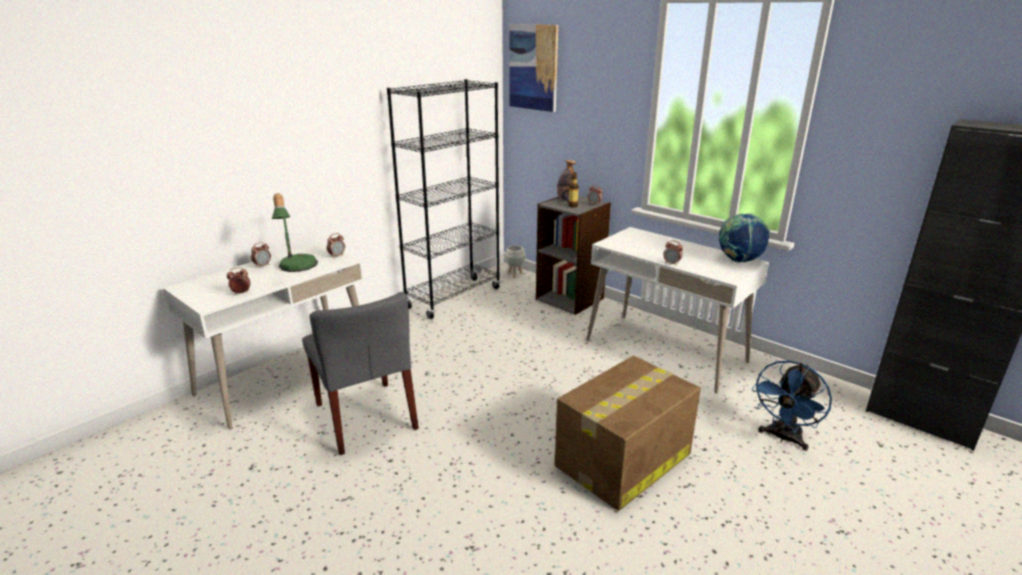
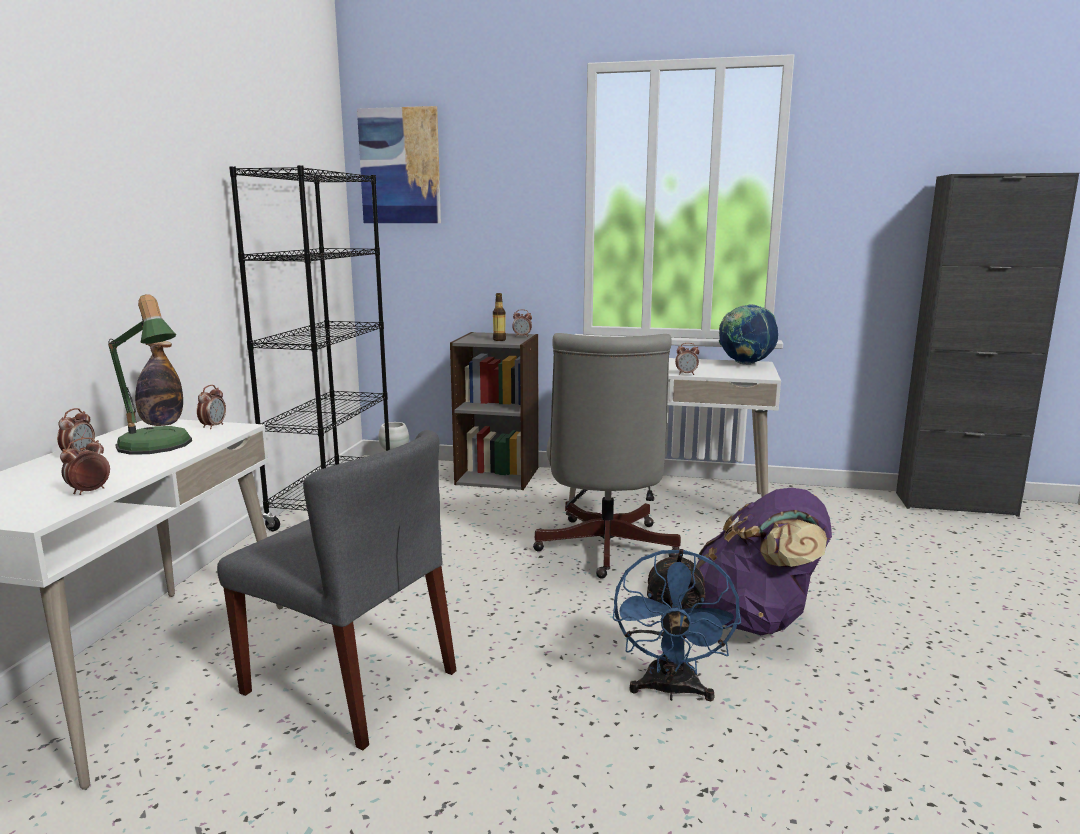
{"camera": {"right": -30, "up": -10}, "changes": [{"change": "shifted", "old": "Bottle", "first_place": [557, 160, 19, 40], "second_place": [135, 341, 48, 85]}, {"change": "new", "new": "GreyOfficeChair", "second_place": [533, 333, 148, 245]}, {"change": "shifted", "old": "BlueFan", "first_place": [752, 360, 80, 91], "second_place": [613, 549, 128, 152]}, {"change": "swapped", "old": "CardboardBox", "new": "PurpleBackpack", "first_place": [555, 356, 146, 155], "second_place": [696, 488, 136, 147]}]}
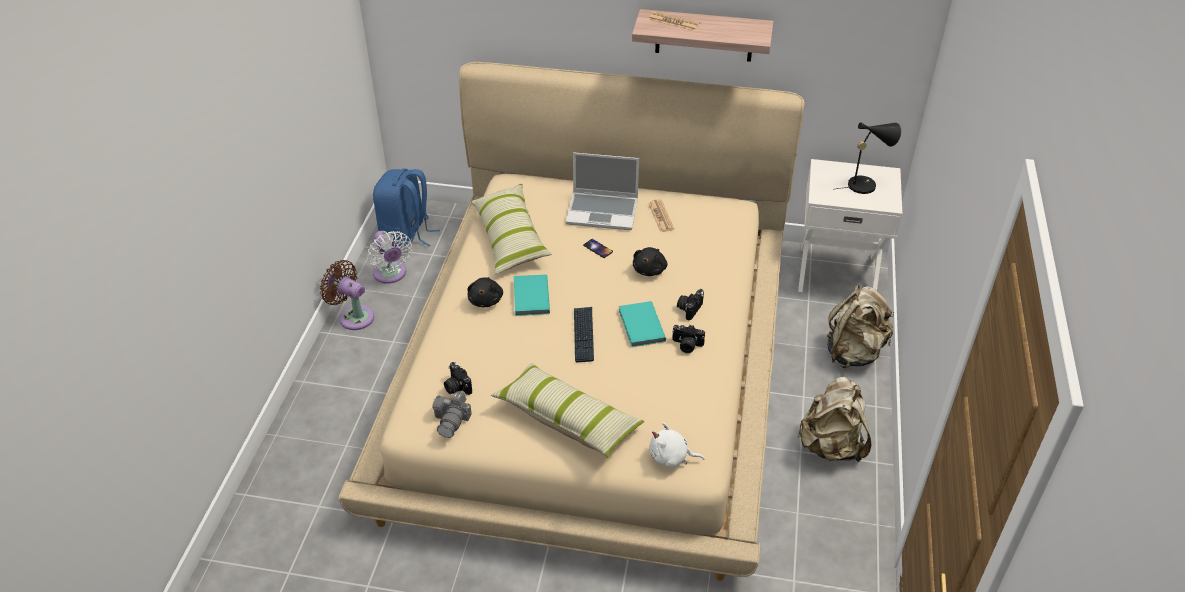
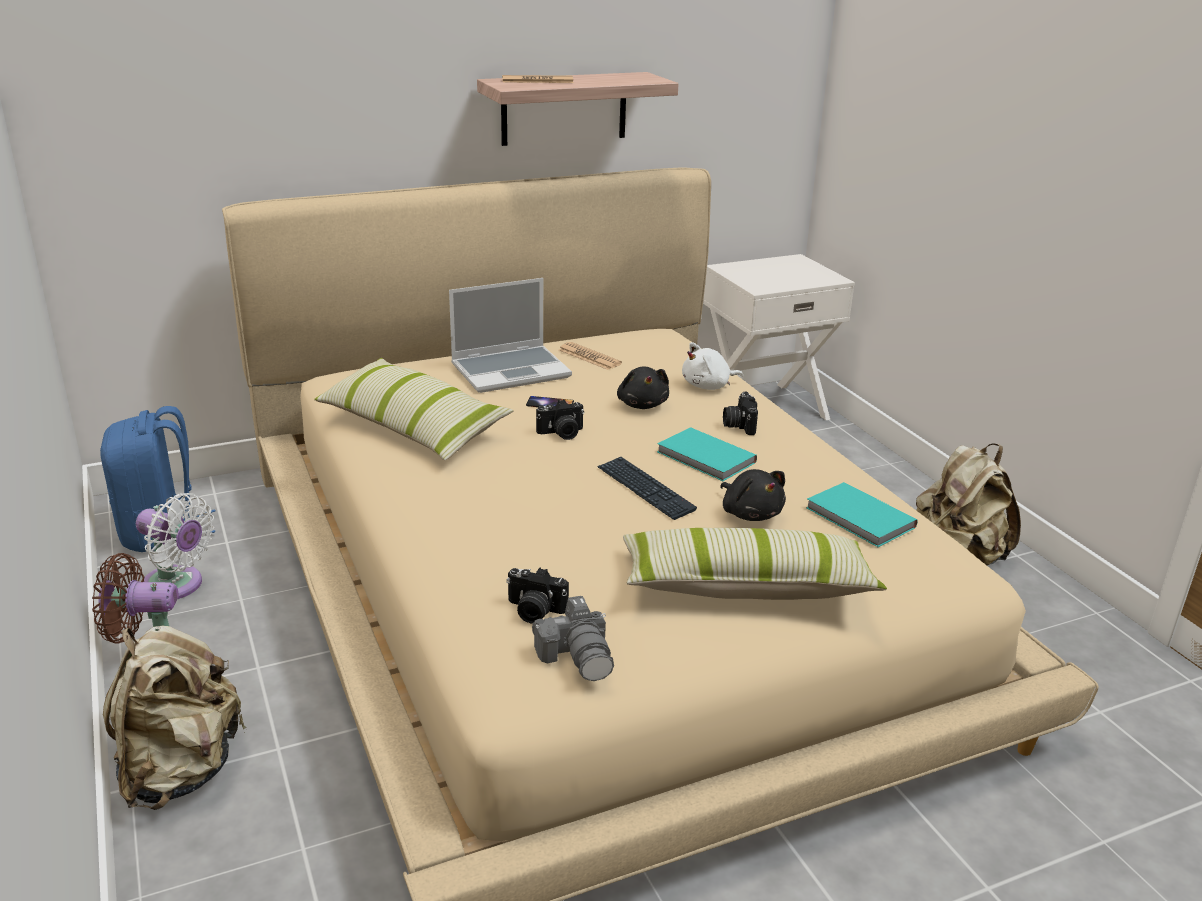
{"camera": {"right": -35, "up": -15}, "changes": [{"change": "shifted", "old": "BeigeBackpack", "first_place": [827, 285, 67, 83], "second_place": [103, 626, 143, 184]}, {"change": "shifted", "old": "PhotoCamera", "first_place": [672, 325, 33, 28], "second_place": [536, 399, 48, 41]}, {"change": "shifted", "old": "WhitePlushToy", "first_place": [649, 422, 55, 45], "second_place": [682, 342, 61, 48]}, {"change": "shifted", "old": "BlackPlushToy", "first_place": [467, 277, 36, 30], "second_place": [720, 469, 66, 52]}, {"change": "shifted", "old": "TurquoiseBook", "first_place": [514, 274, 36, 42], "second_place": [806, 482, 112, 65]}, {"change": "gone", "old": "BlackTableLamp", "first_place": [837, 122, 64, 72]}]}
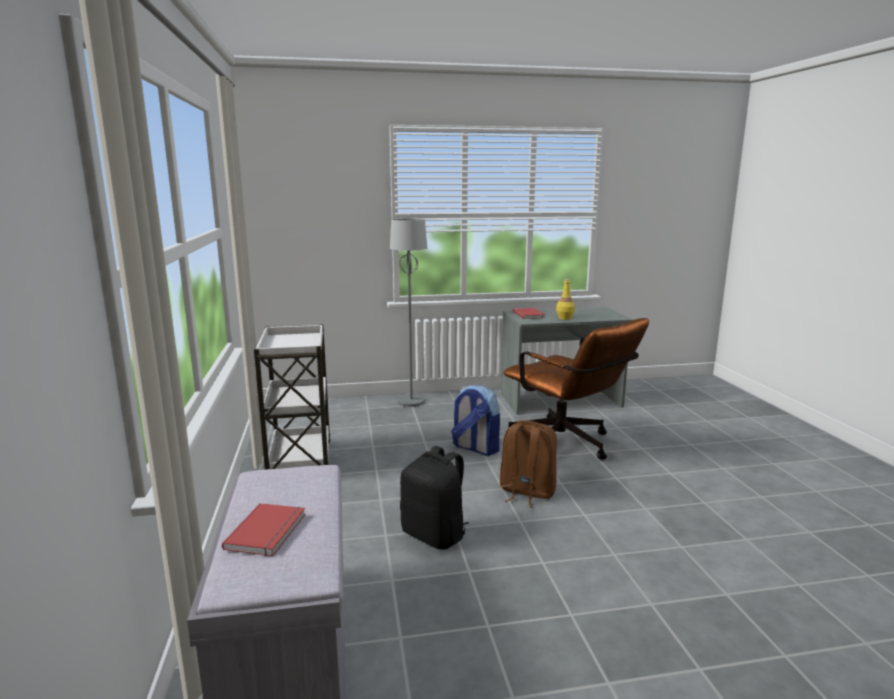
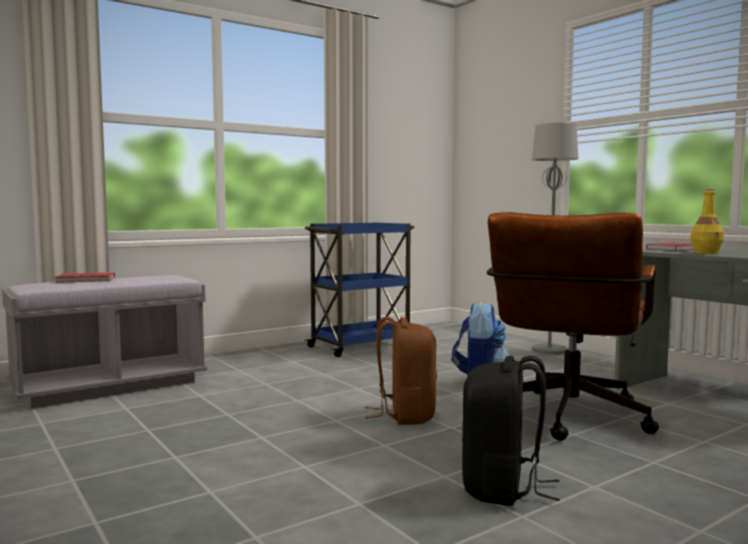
{"camera": {"right": 65, "up": -10}, "changes": [{"change": "repainted", "old": "WhiteCart", "new": "BlueCart", "first_place": [254, 324, 76, 146], "second_place": [305, 222, 110, 135]}, {"change": "shifted", "old": "BlackBackpack", "first_place": [400, 446, 69, 104], "second_place": [462, 355, 98, 151]}]}
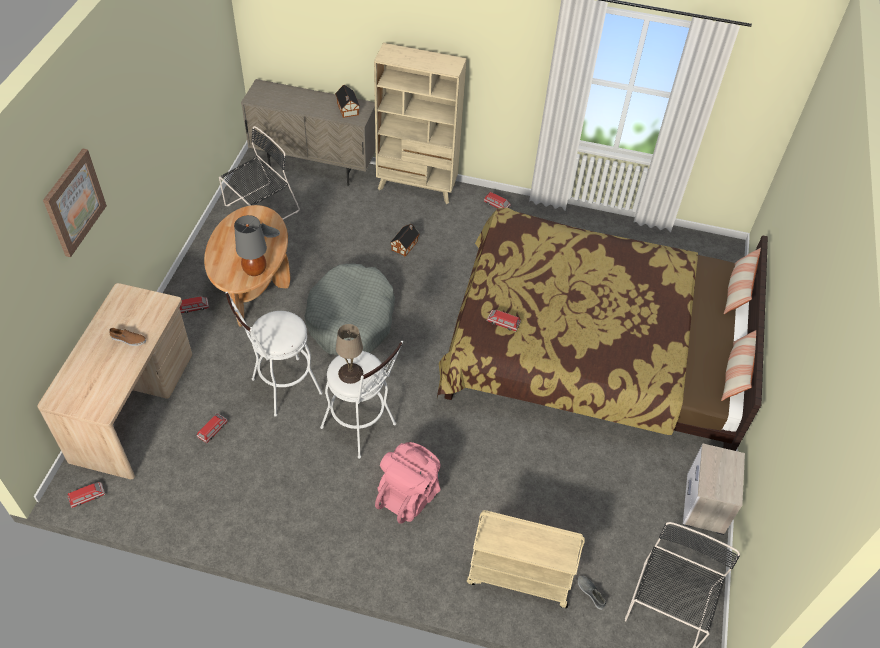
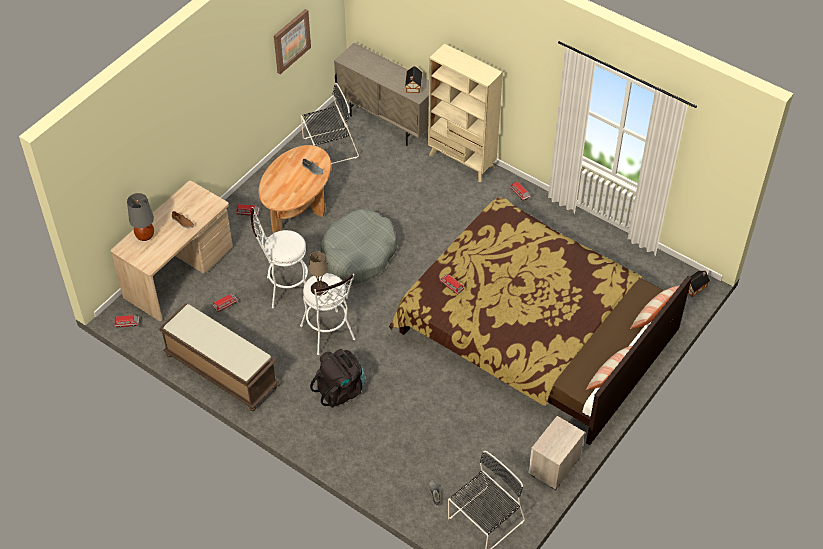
{"camera": {"right": 25, "up": 0}, "changes": [{"change": "shifted", "old": "GreyTableLamp", "first_place": [234, 215, 33, 61], "second_place": [127, 193, 27, 48]}, {"change": "new", "new": "BrownBench", "second_place": [158, 303, 121, 108]}, {"change": "shifted", "old": "Picture", "first_place": [43, 149, 64, 108], "second_place": [274, 9, 37, 65]}, {"change": "repainted", "old": "PinkBackpack", "new": "BlackBackpack", "first_place": [375, 442, 65, 82], "second_place": [310, 349, 55, 59]}, {"change": "shifted", "old": "ToyHouse", "first_place": [390, 224, 30, 33], "second_place": [688, 271, 22, 26]}, {"change": "gone", "old": "BeigeCart", "first_place": [467, 510, 118, 98]}]}
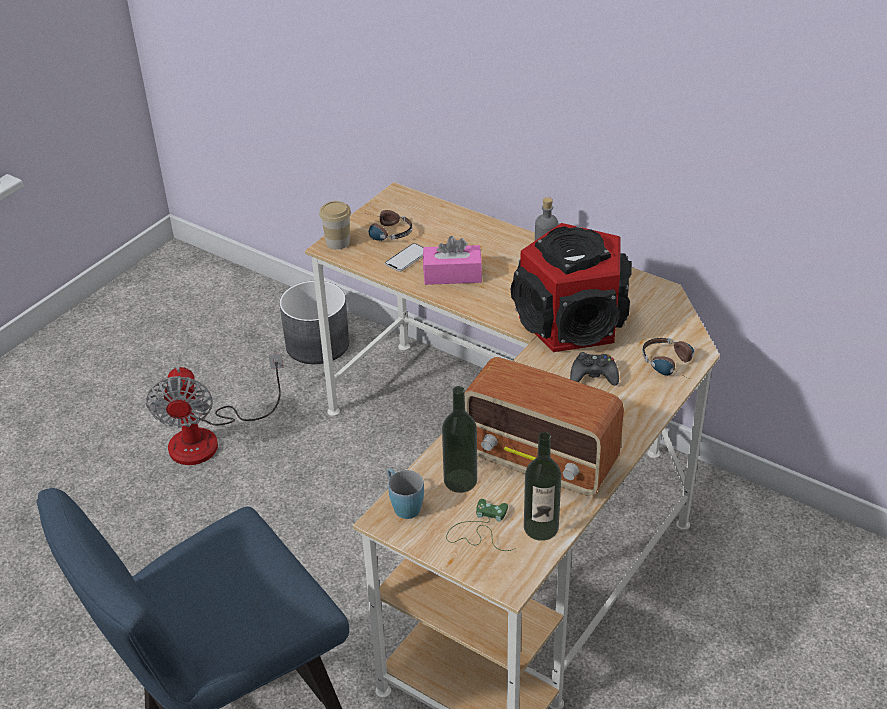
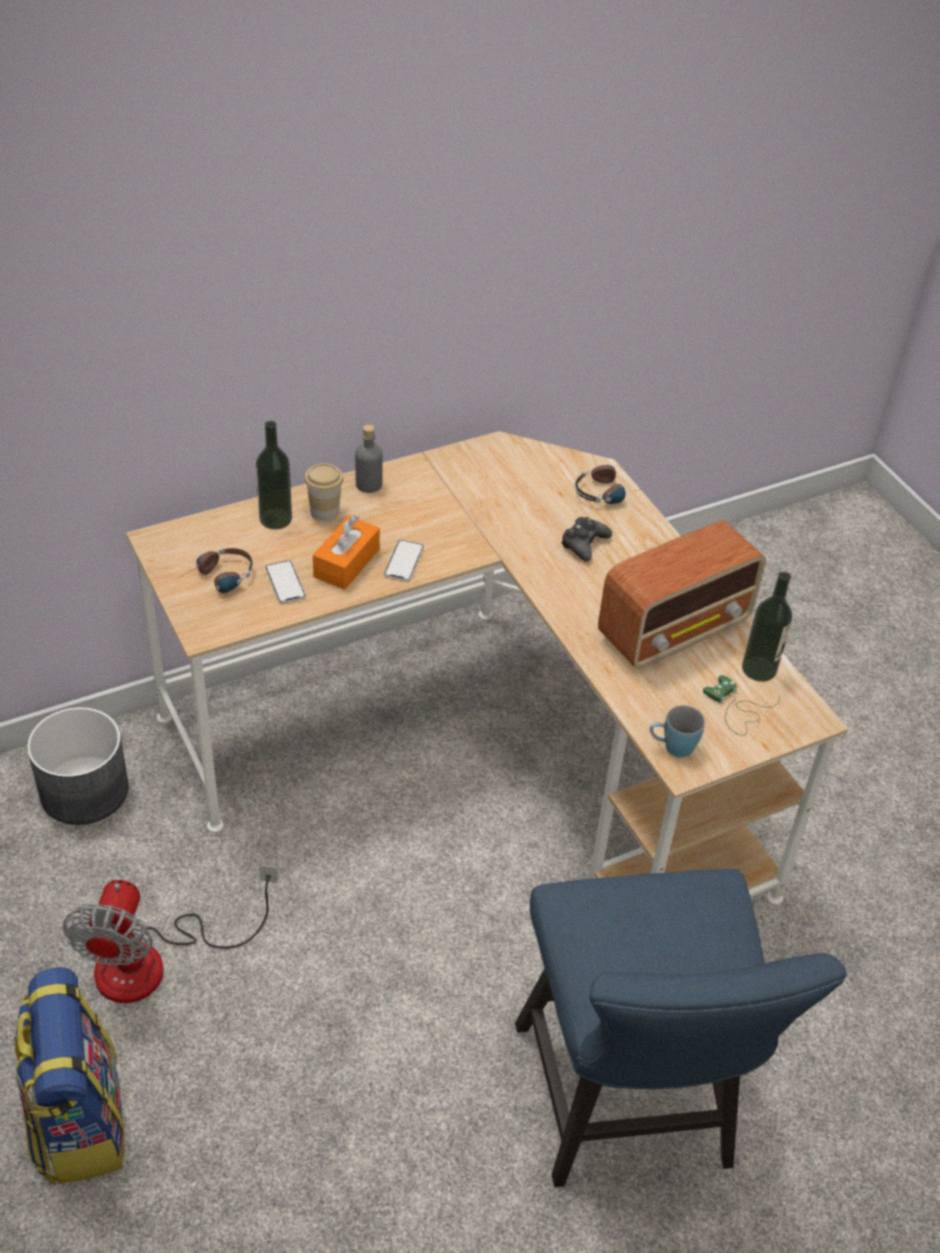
{"camera": {"right": -65, "up": 5}, "changes": [{"change": "new", "new": "Backpack", "second_place": [14, 967, 111, 218]}, {"change": "rotated", "old": "Fan", "first_place": [146, 353, 137, 112], "second_place": [62, 865, 216, 138], "degrees": 75}, {"change": "shifted", "old": "Bottle", "first_place": [442, 386, 35, 107], "second_place": [256, 421, 36, 109]}, {"change": "shifted", "old": "Cup", "first_place": [319, 201, 32, 49], "second_place": [304, 463, 39, 59]}, {"change": "repainted", "old": "PinkTissueBox", "new": "OrangeTissueBox", "first_place": [423, 236, 59, 49], "second_place": [313, 515, 67, 75]}, {"change": "new", "new": "Phone", "second_place": [384, 540, 40, 41]}, {"change": "gone", "old": "Speaker", "first_place": [511, 223, 120, 129]}]}
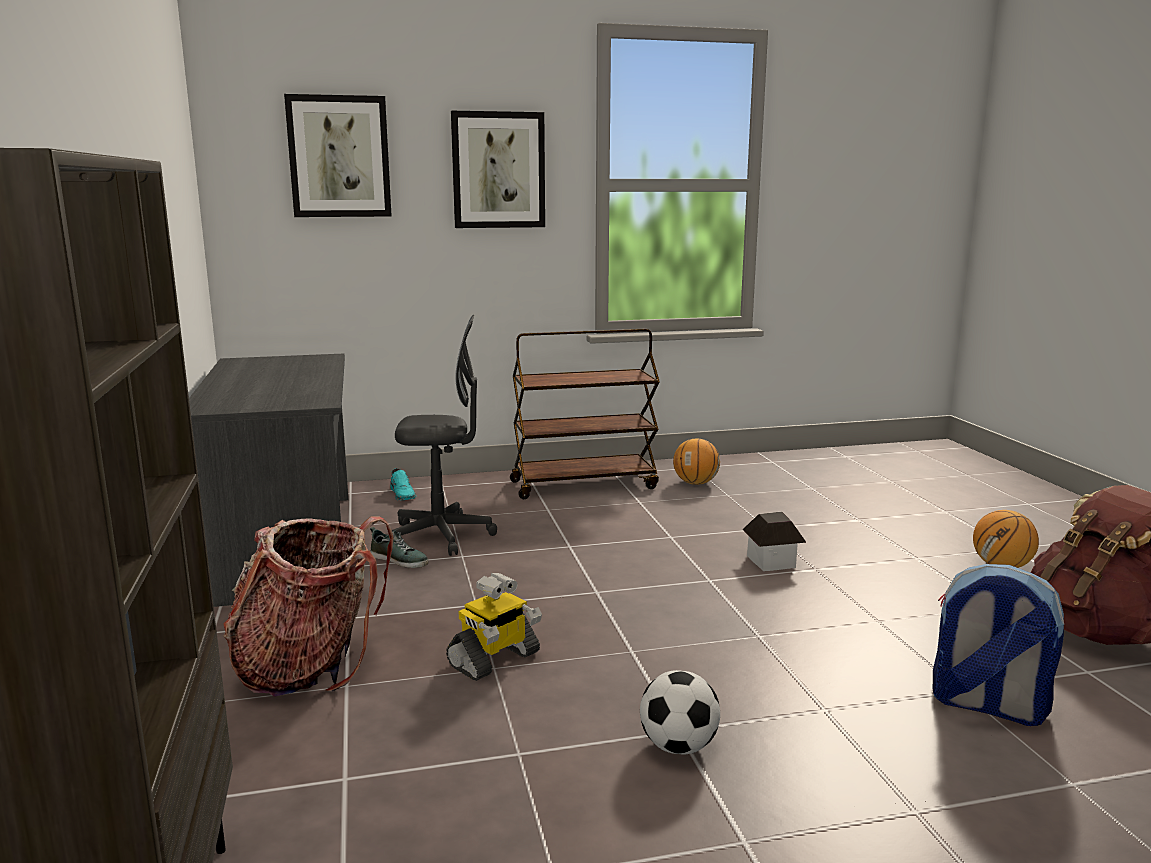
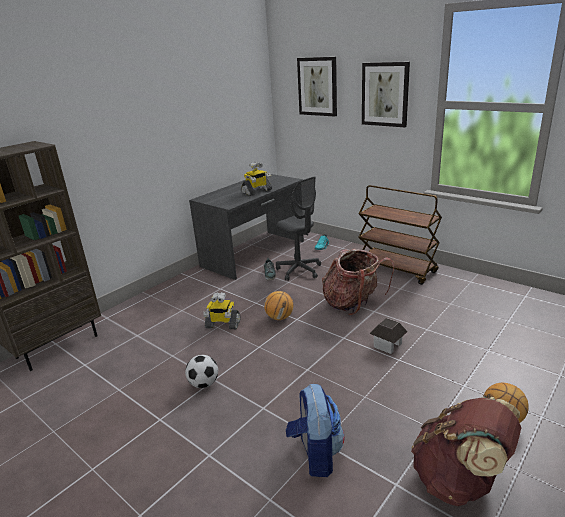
{"camera": {"right": 55, "up": 10}, "changes": [{"change": "new", "new": "ToyRobot", "second_place": [241, 162, 31, 34]}, {"change": "shifted", "old": "Basketball", "first_place": [673, 438, 47, 47], "second_place": [264, 291, 29, 29]}, {"change": "shifted", "old": "Backpack", "first_place": [224, 516, 170, 181], "second_place": [322, 249, 72, 66]}]}
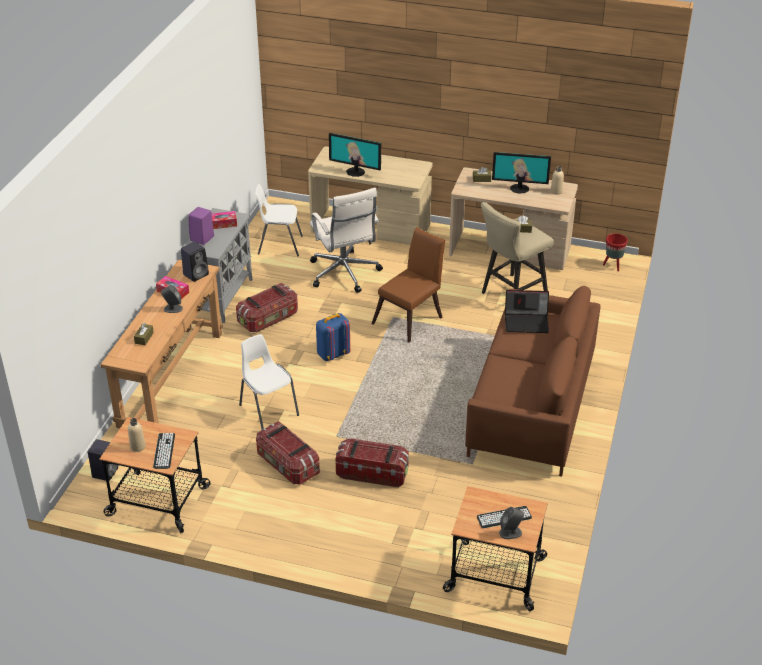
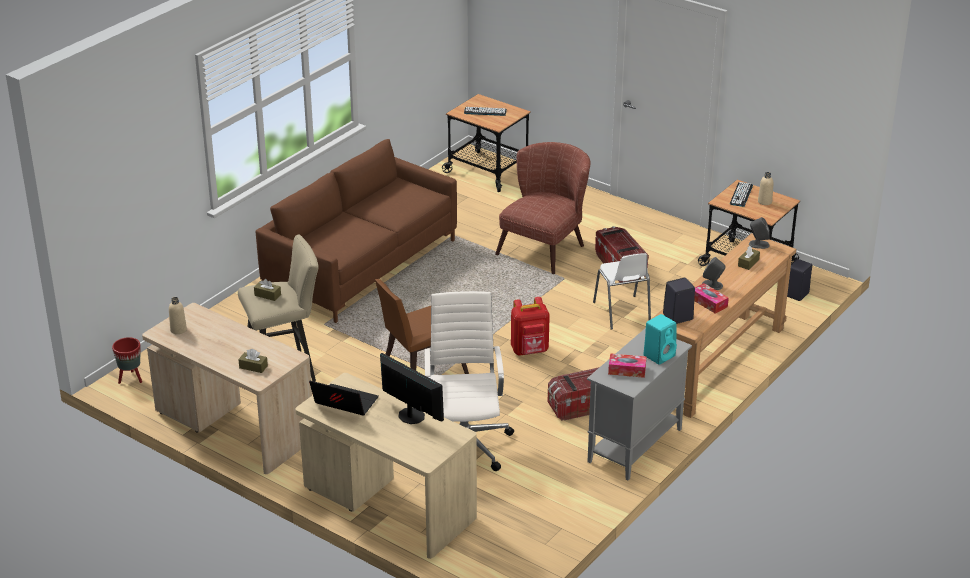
{"camera": {"right": -160, "up": -5}, "changes": [{"change": "shifted", "old": "Laptop", "first_place": [505, 290, 44, 43], "second_place": [309, 380, 70, 36]}, {"change": "swapped", "old": "StorageBox", "new": "BrownArmchair", "first_place": [335, 438, 74, 50], "second_place": [495, 142, 96, 132]}, {"change": "repainted", "old": "BlueBackpack", "new": "RedBackpack", "first_place": [316, 313, 34, 48], "second_place": [511, 297, 39, 59]}, {"change": "repainted", "old": "PurpleSpeaker", "new": "TurquoiseSpeaker", "first_place": [188, 207, 26, 38], "second_place": [644, 314, 33, 51]}, {"change": "shifted", "old": "GreySpeaker", "first_place": [499, 507, 25, 32], "second_place": [749, 217, 21, 32]}, {"change": "gone", "old": "WhiteChair", "first_place": [255, 184, 48, 72]}, {"change": "gone", "old": "Monitor", "first_place": [492, 152, 59, 42]}]}
